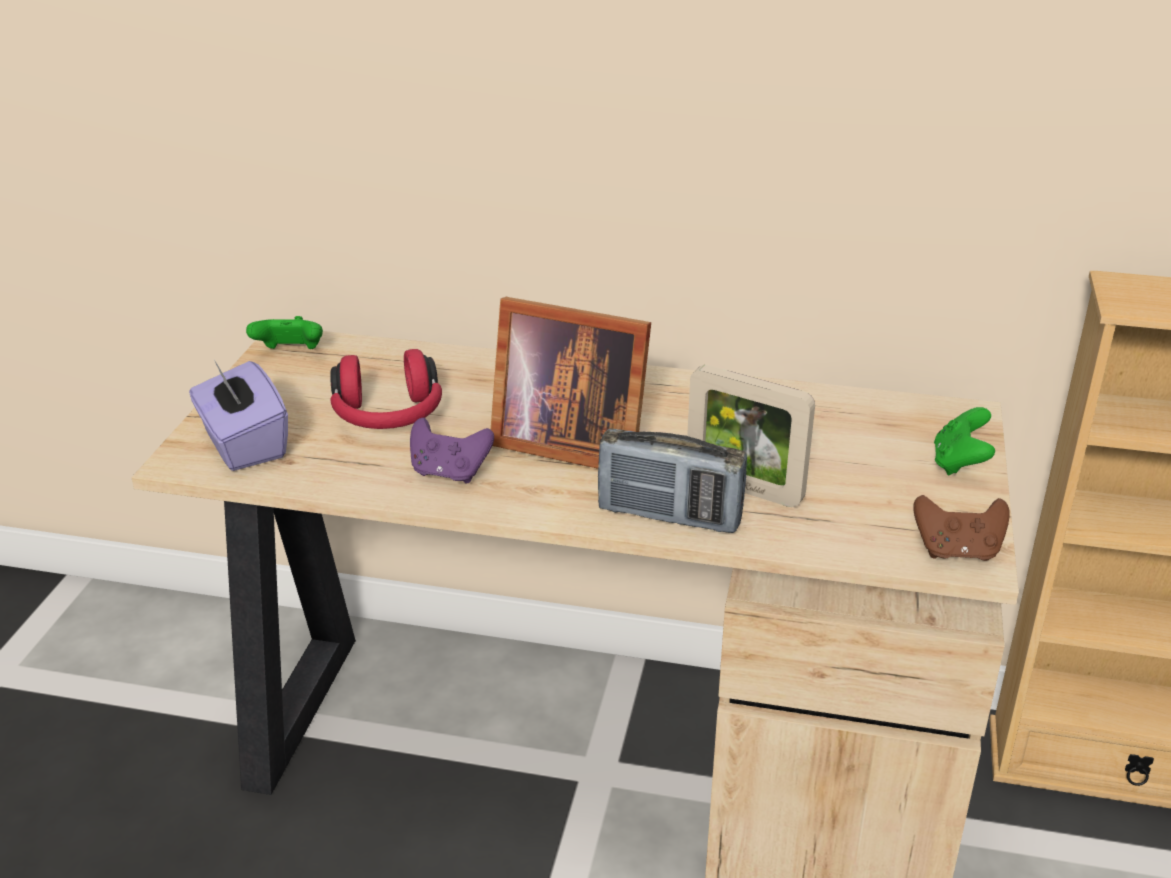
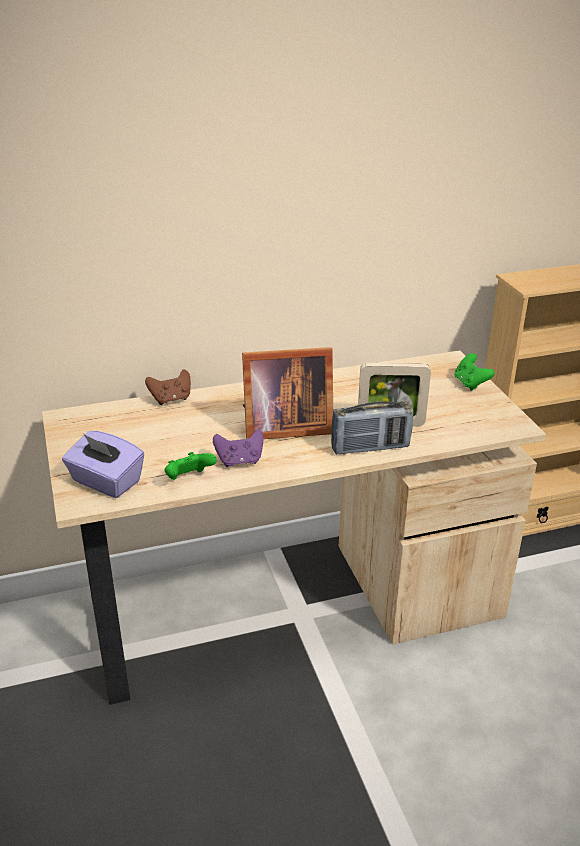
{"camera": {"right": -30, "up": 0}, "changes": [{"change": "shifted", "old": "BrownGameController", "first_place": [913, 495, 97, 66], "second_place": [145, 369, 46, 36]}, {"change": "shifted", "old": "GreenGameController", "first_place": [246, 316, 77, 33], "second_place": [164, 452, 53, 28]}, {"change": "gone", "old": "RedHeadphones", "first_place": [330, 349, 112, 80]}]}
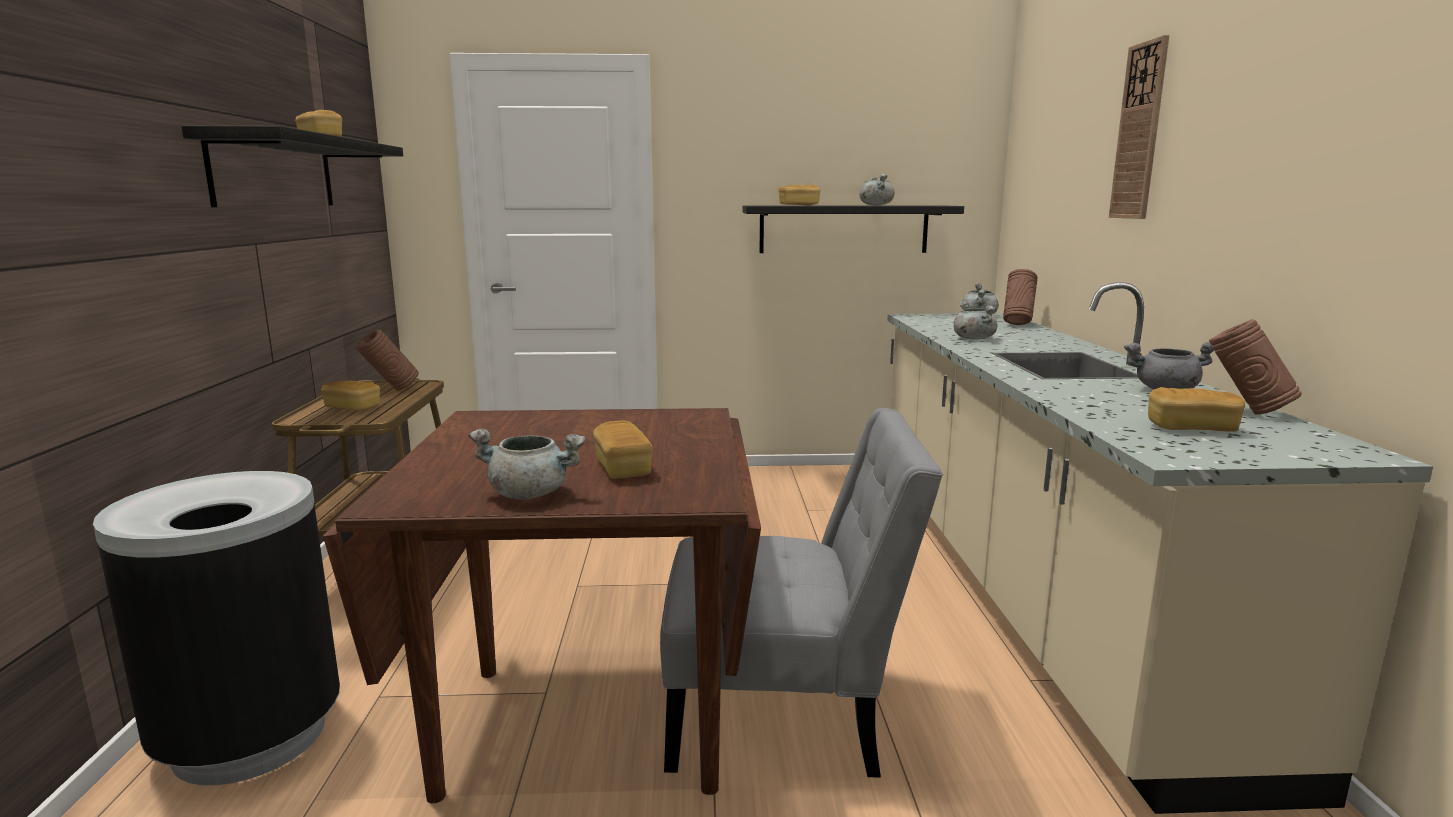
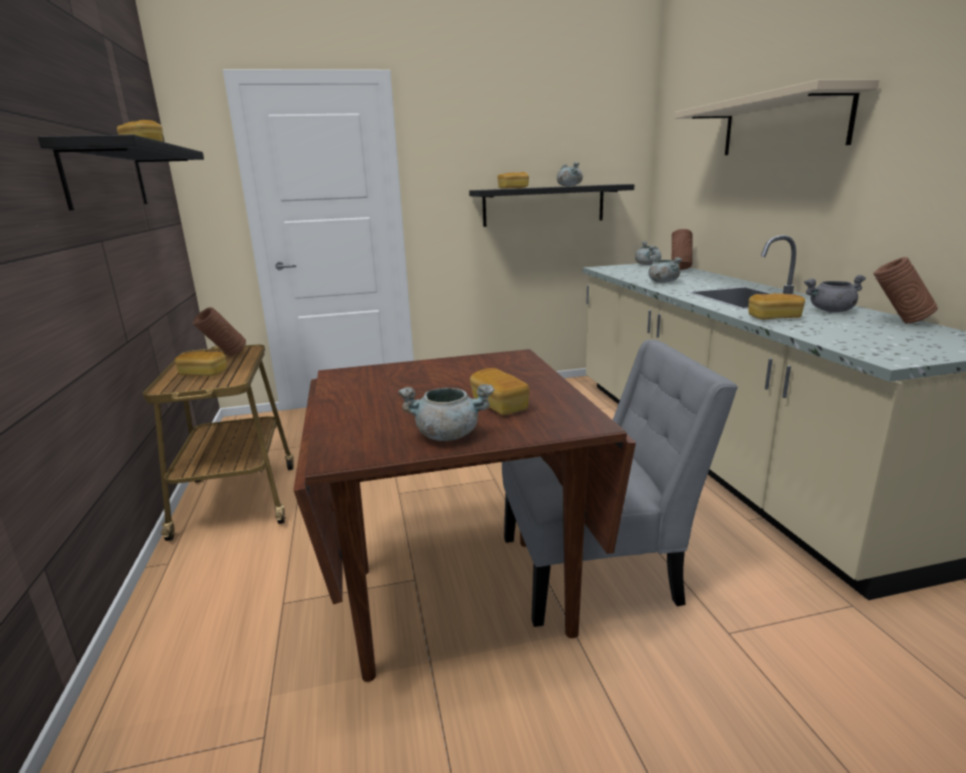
{"camera": {"right": -10, "up": 5}, "changes": [{"change": "swapped", "old": "WallClock", "new": "BeigeShelf", "first_place": [1109, 35, 60, 184], "second_place": [674, 79, 205, 76]}, {"change": "shifted", "old": "Bread", "first_place": [1148, 387, 97, 45], "second_place": [748, 293, 57, 26]}, {"change": "gone", "old": "BlackTrashCan", "first_place": [93, 471, 247, 314]}]}
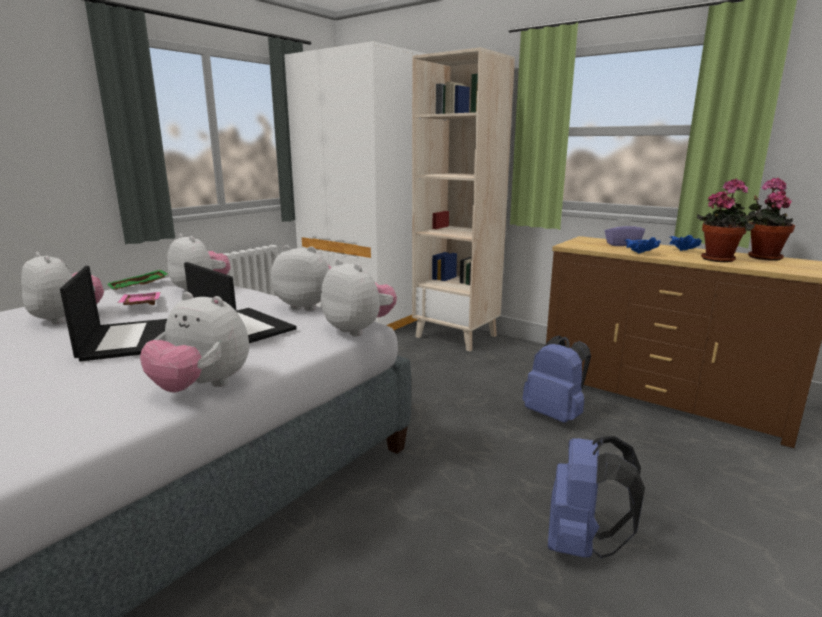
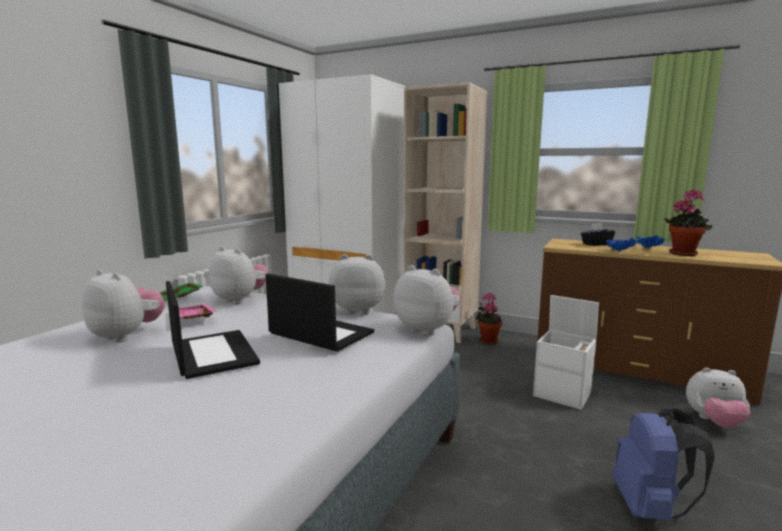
{"camera": {"right": -10, "up": -5}, "changes": [{"change": "shifted", "old": "PottedPlant", "first_place": [748, 178, 47, 83], "second_place": [476, 293, 26, 52]}, {"change": "swapped", "old": "BlueBackpack", "new": "WhiteStorageBox", "first_place": [522, 336, 69, 87], "second_place": [533, 295, 66, 115]}, {"change": "repainted", "old": "PurpleTissueBox", "new": "BlackTissueBox", "first_place": [605, 219, 40, 27], "second_place": [581, 223, 34, 23]}, {"change": "shifted", "old": "PlushToy", "first_place": [140, 292, 109, 101], "second_place": [686, 368, 64, 60]}]}
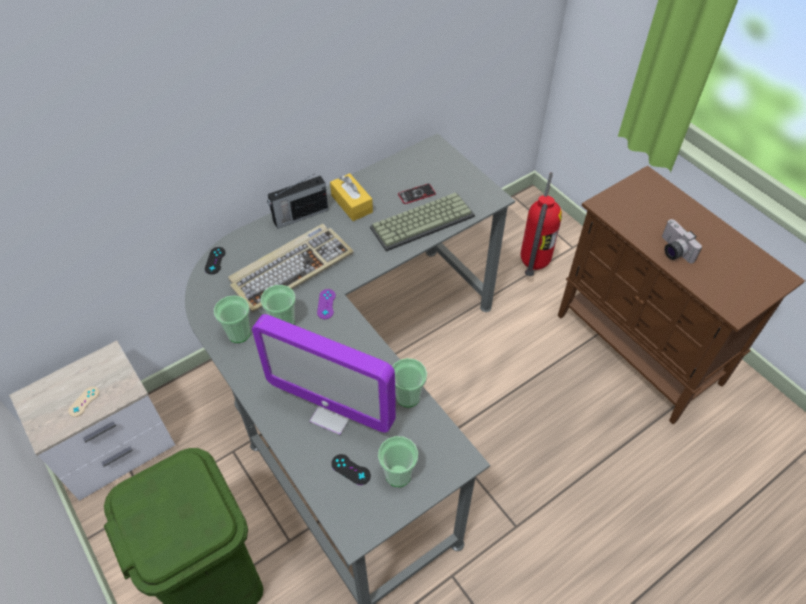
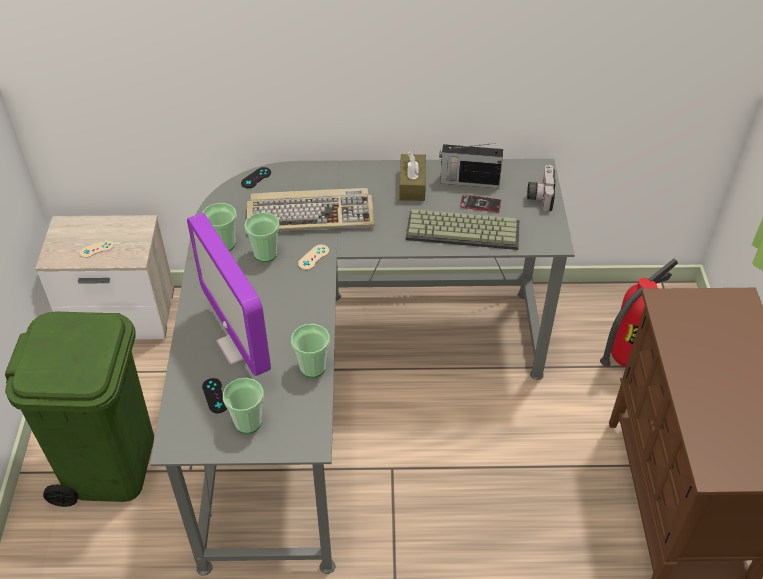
{"camera": {"right": 35, "up": -5}, "changes": [{"change": "repainted", "old": "PurpleGameController", "new": "BeigeGameController", "first_place": [317, 289, 19, 30], "second_place": [298, 245, 31, 25]}, {"change": "repainted", "old": "YellowTissueBox", "new": "BrownTissueBox", "first_place": [330, 173, 43, 48], "second_place": [399, 152, 27, 49]}, {"change": "shifted", "old": "Radio", "first_place": [267, 174, 61, 55], "second_place": [439, 143, 64, 45]}, {"change": "shifted", "old": "PhotoCamera", "first_place": [662, 219, 40, 44], "second_place": [527, 165, 29, 47]}]}
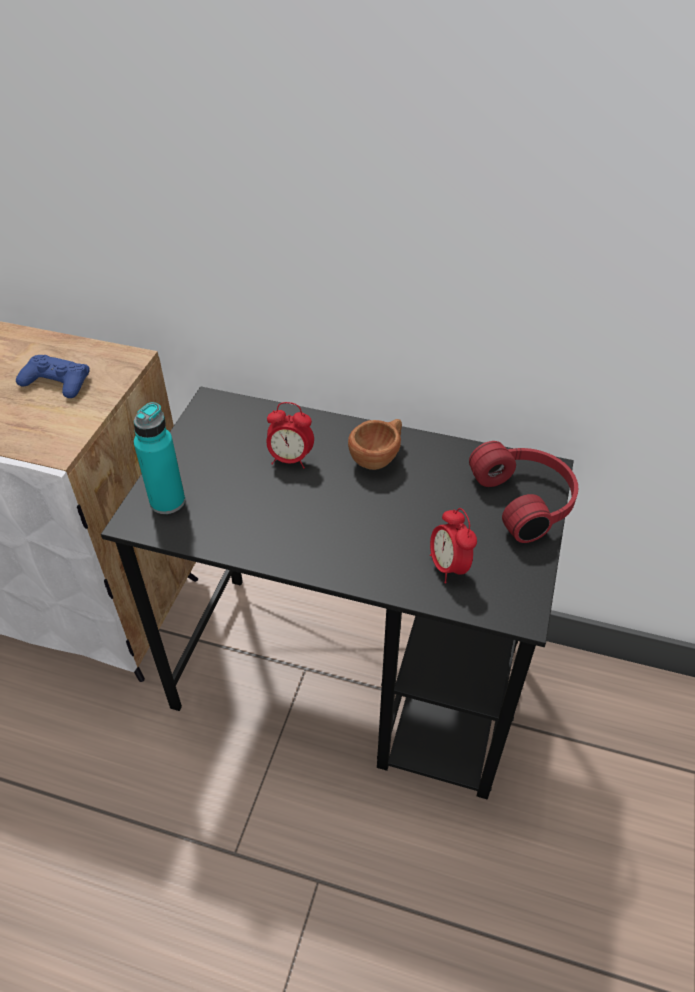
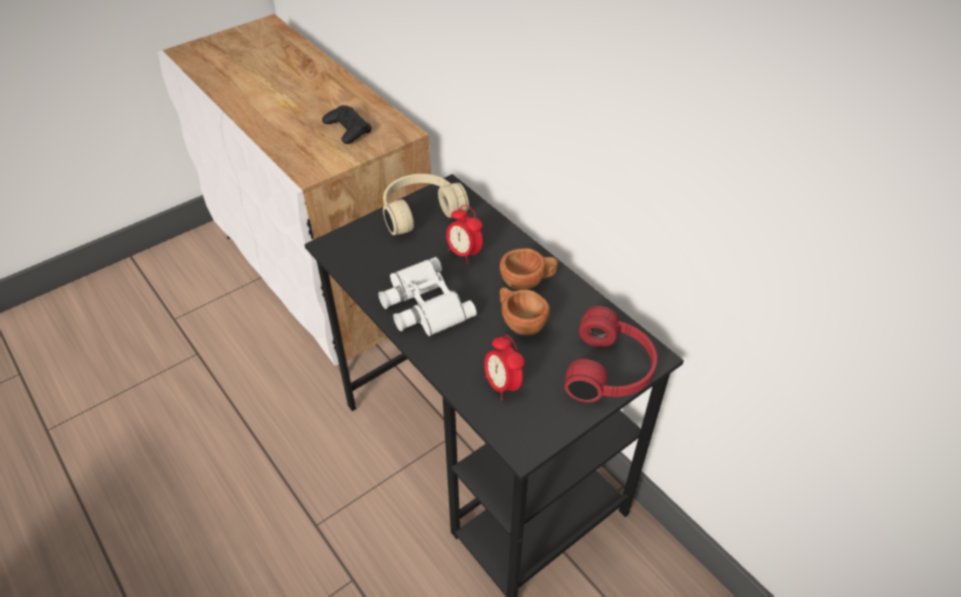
{"camera": {"right": 35, "up": 0}, "changes": [{"change": "repainted", "old": "BlueGameController", "new": "BlackGameController", "first_place": [16, 355, 74, 43], "second_place": [322, 105, 50, 39]}, {"change": "new", "new": "WhiteBinoculars", "second_place": [378, 257, 99, 79]}, {"change": "new", "new": "BeigeHeadphones", "second_place": [383, 174, 86, 61]}, {"change": "rotated", "old": "AlarmClock", "first_place": [430, 508, 47, 75], "second_place": [484, 335, 41, 65], "degrees": -45}, {"change": "new", "new": "BrownCup", "second_place": [500, 287, 50, 49]}, {"change": "gone", "old": "TurquoiseBottle", "first_place": [134, 402, 51, 112]}]}
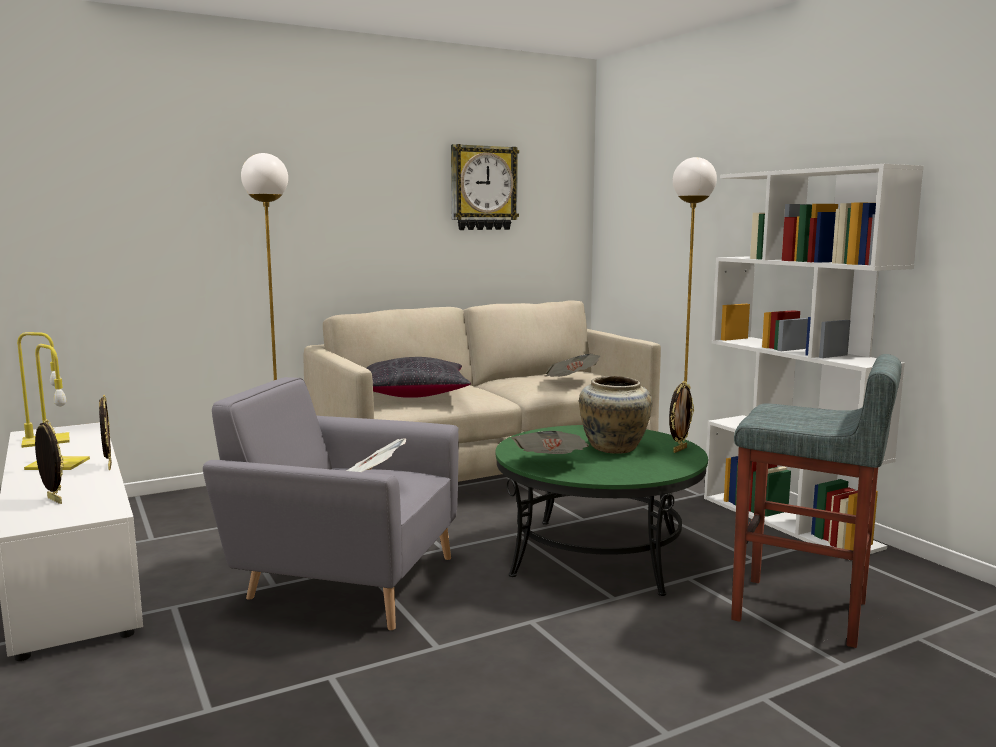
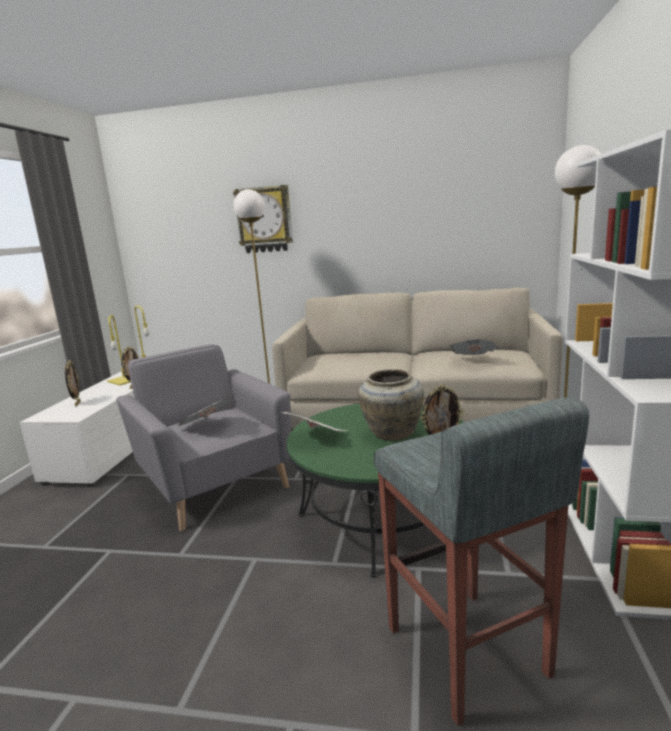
{"camera": {"right": 40, "up": 5}, "changes": [{"change": "shifted", "old": "WallClock", "first_place": [451, 144, 68, 86], "second_place": [233, 185, 60, 68]}, {"change": "gone", "old": "BlackPillow", "first_place": [366, 357, 105, 41]}]}
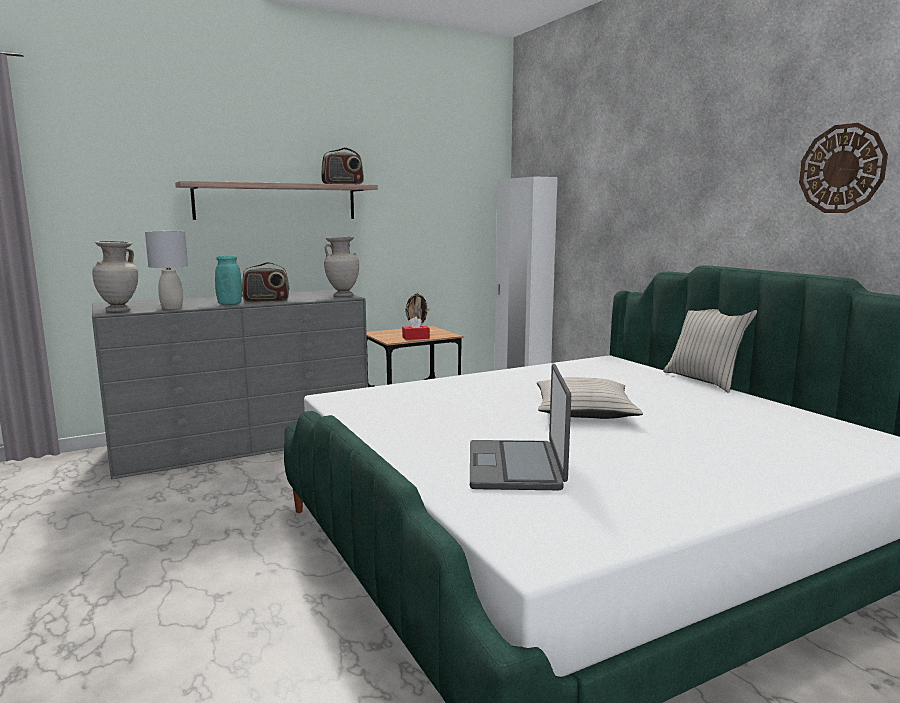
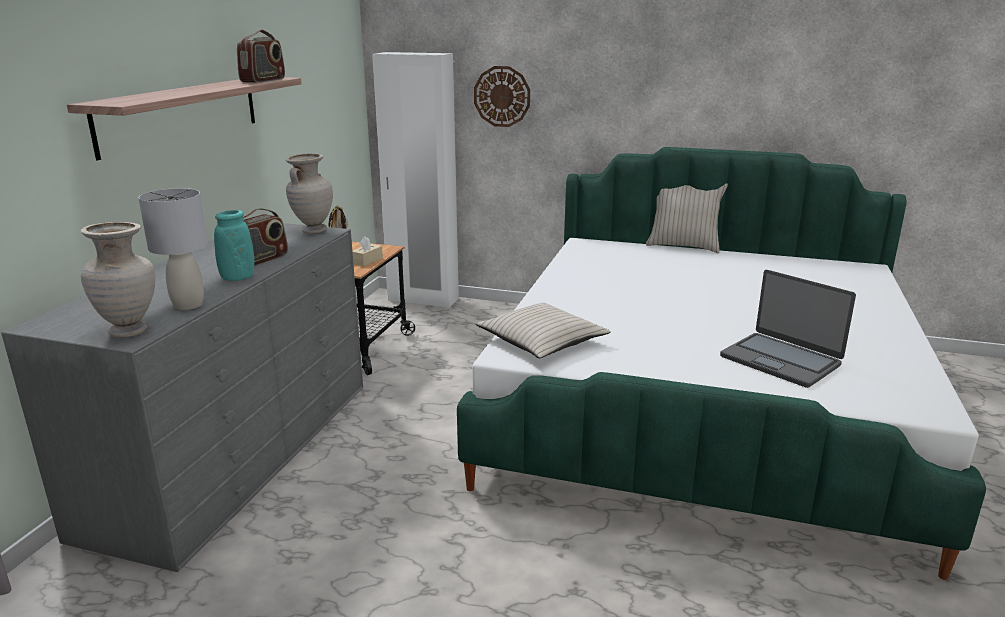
{"camera": {"right": -45, "up": 10}, "changes": [{"change": "repainted", "old": "RedTissueBox", "new": "BeigeTissueBox", "first_place": [402, 317, 28, 23], "second_place": [352, 236, 31, 30]}, {"change": "shifted", "old": "WallClock", "first_place": [799, 123, 89, 90], "second_place": [474, 66, 56, 61]}, {"change": "shifted", "old": "BeigePillow", "first_place": [537, 377, 106, 42], "second_place": [475, 303, 136, 55]}]}
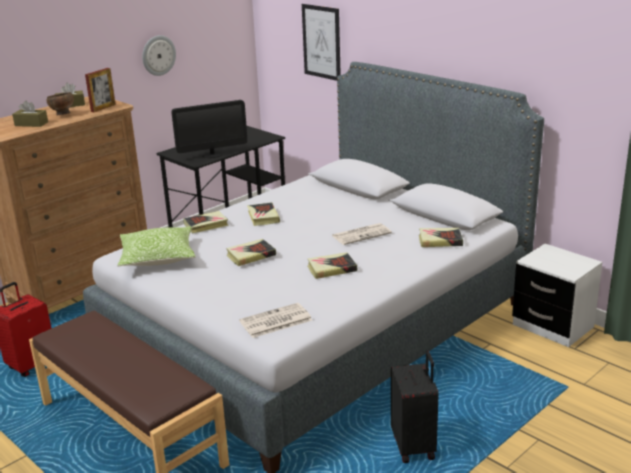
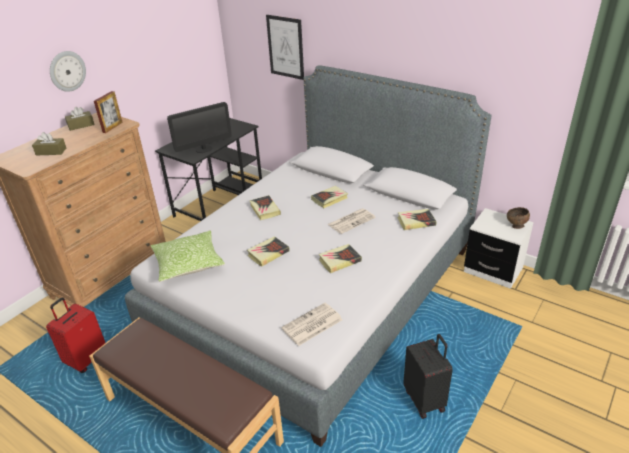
{"camera": {"right": -10, "up": 10}, "changes": [{"change": "shifted", "old": "WallClock", "first_place": [142, 35, 34, 41], "second_place": [50, 51, 36, 41]}, {"change": "shifted", "old": "Book", "first_place": [183, 211, 46, 23], "second_place": [311, 186, 37, 22]}, {"change": "shifted", "old": "BrownBowl", "first_place": [46, 92, 28, 24], "second_place": [507, 207, 23, 22]}]}
